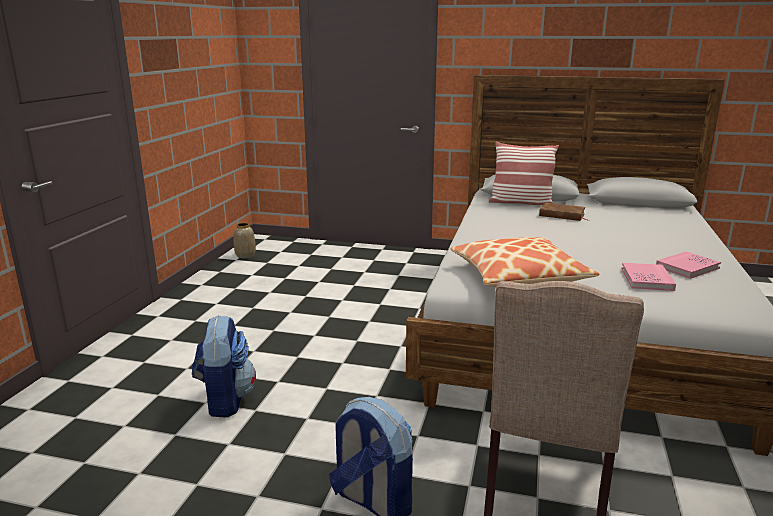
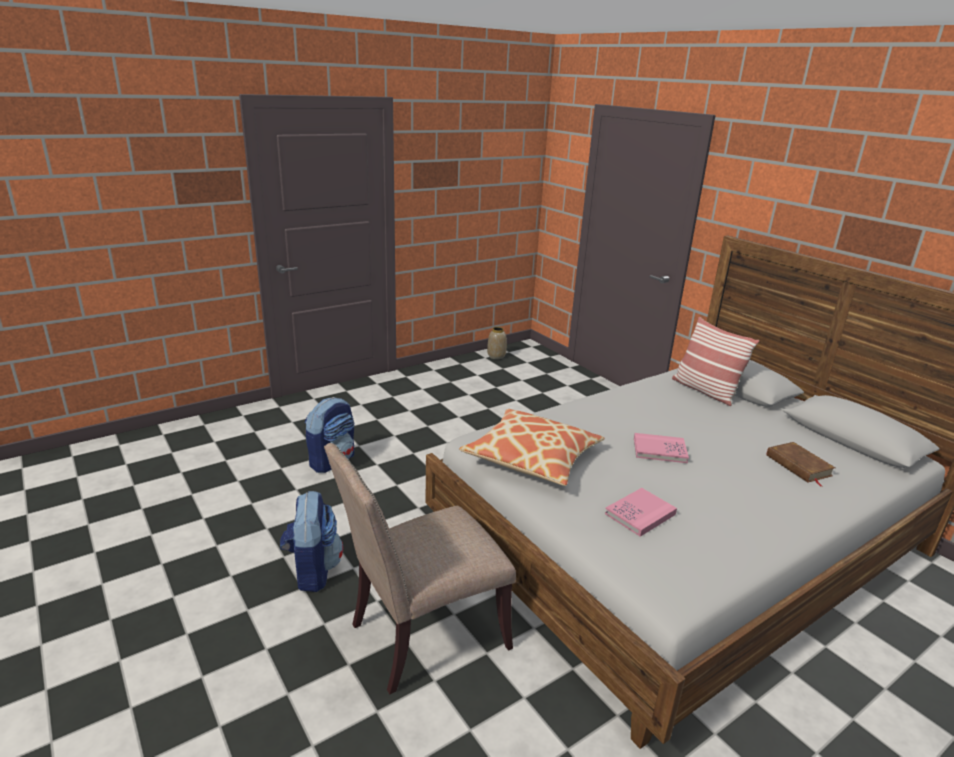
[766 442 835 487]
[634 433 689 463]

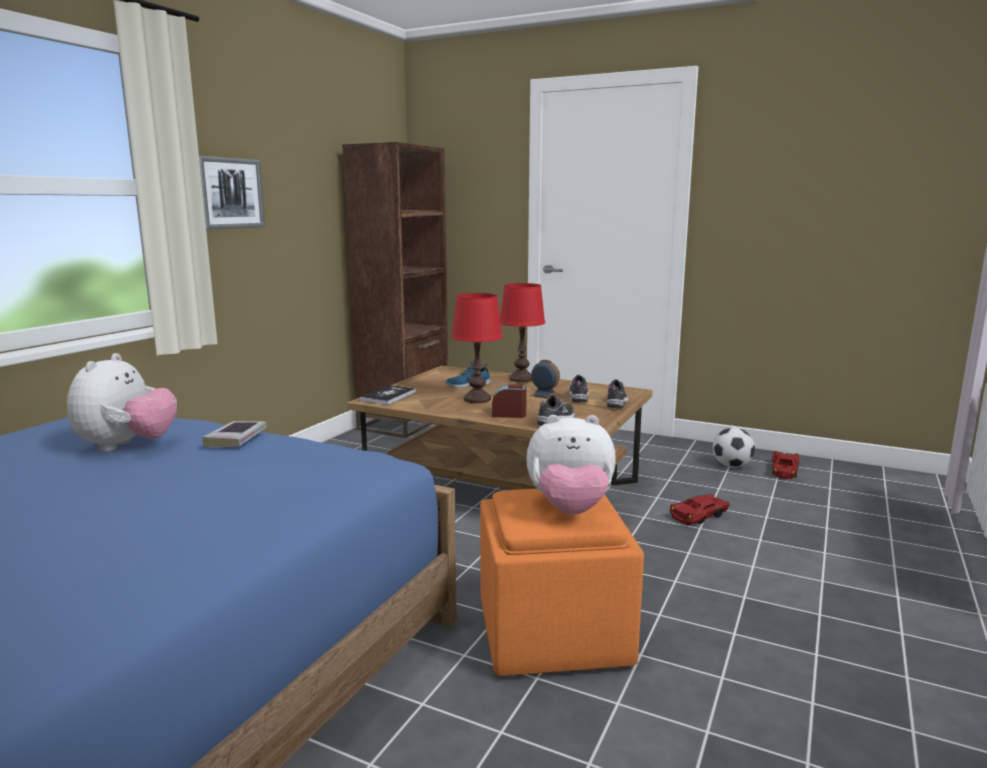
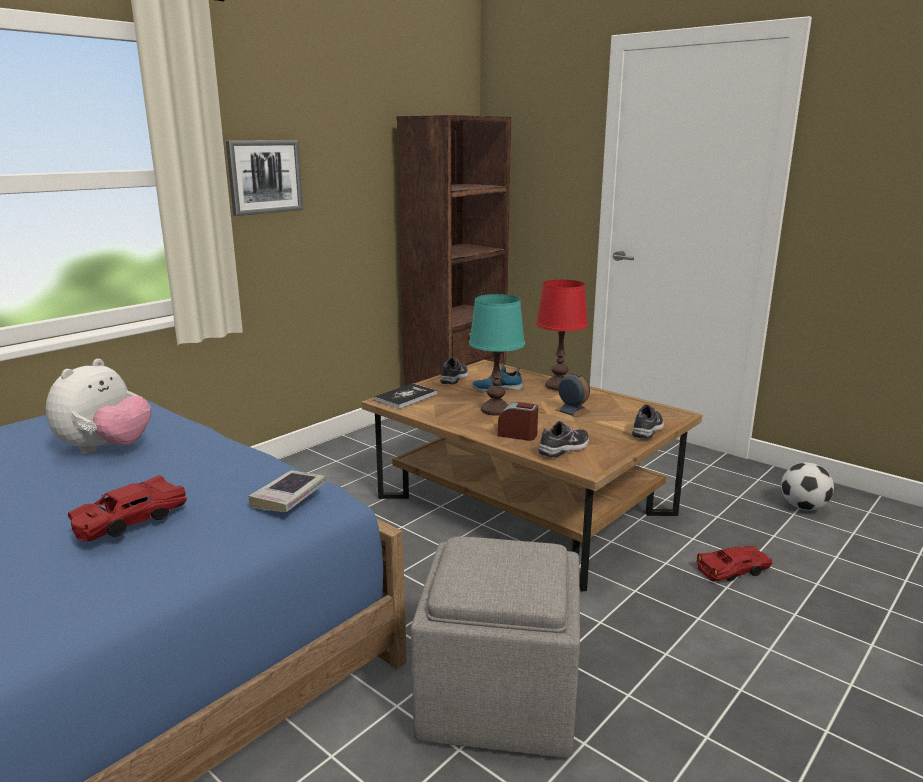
[469 294 525 416]
[440 357 468 384]
[526 415 616 515] (first image)
[248 470 326 512]
[68 475 187 541]
[411 537 580 758]

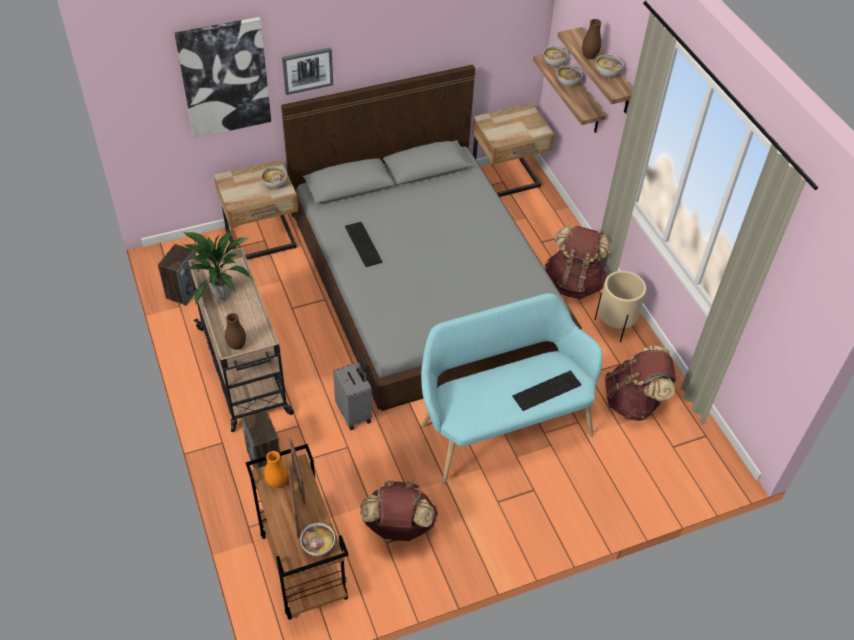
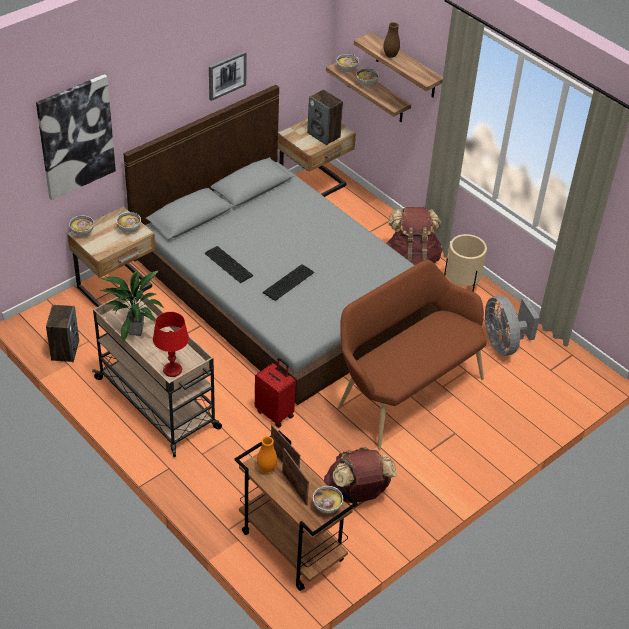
[209 51 246 101]
[69 215 94 236]
[338 260 487 449]
[153 312 189 377]
[485 296 540 356]
[255 358 296 428]
[263 264 314 301]
[307 89 343 145]

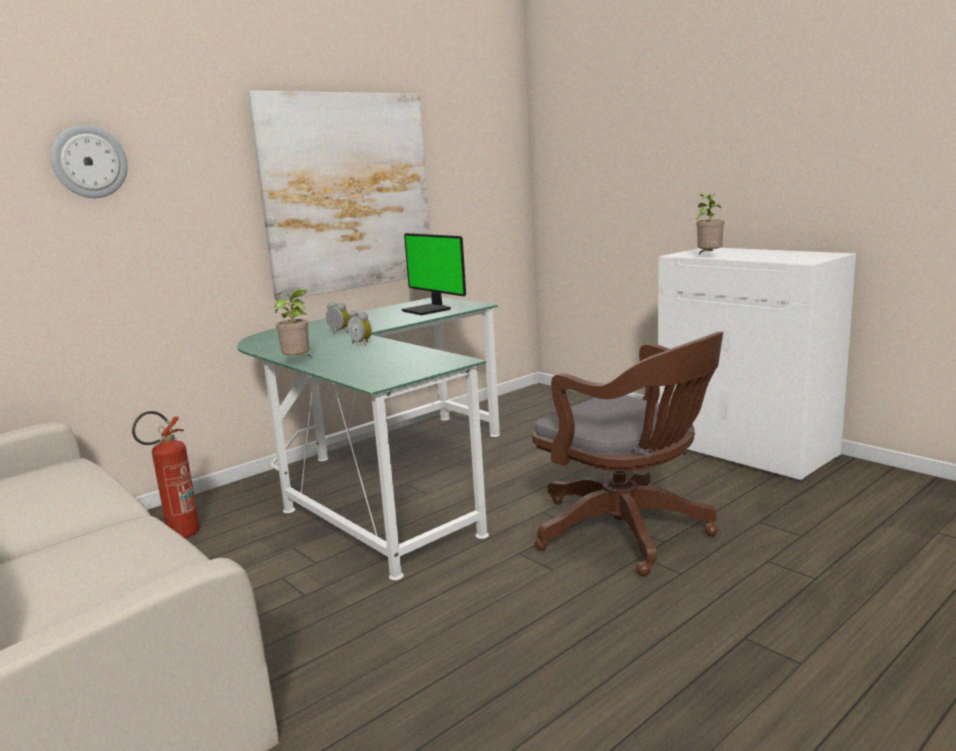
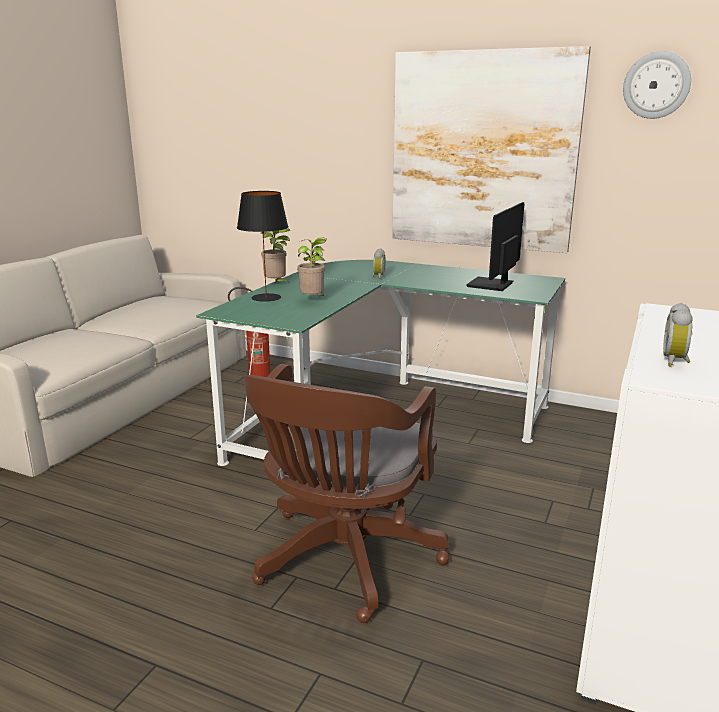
[623 51 691 119]
[298 237 327 298]
[663 303 693 367]
[237 191 288 302]

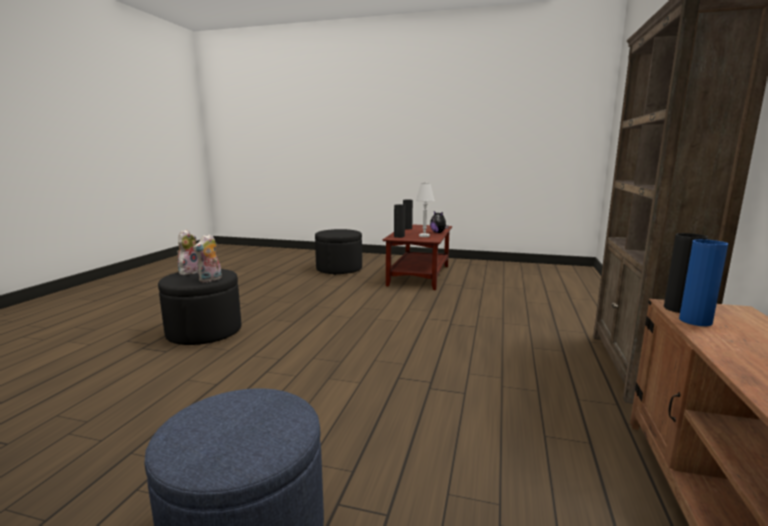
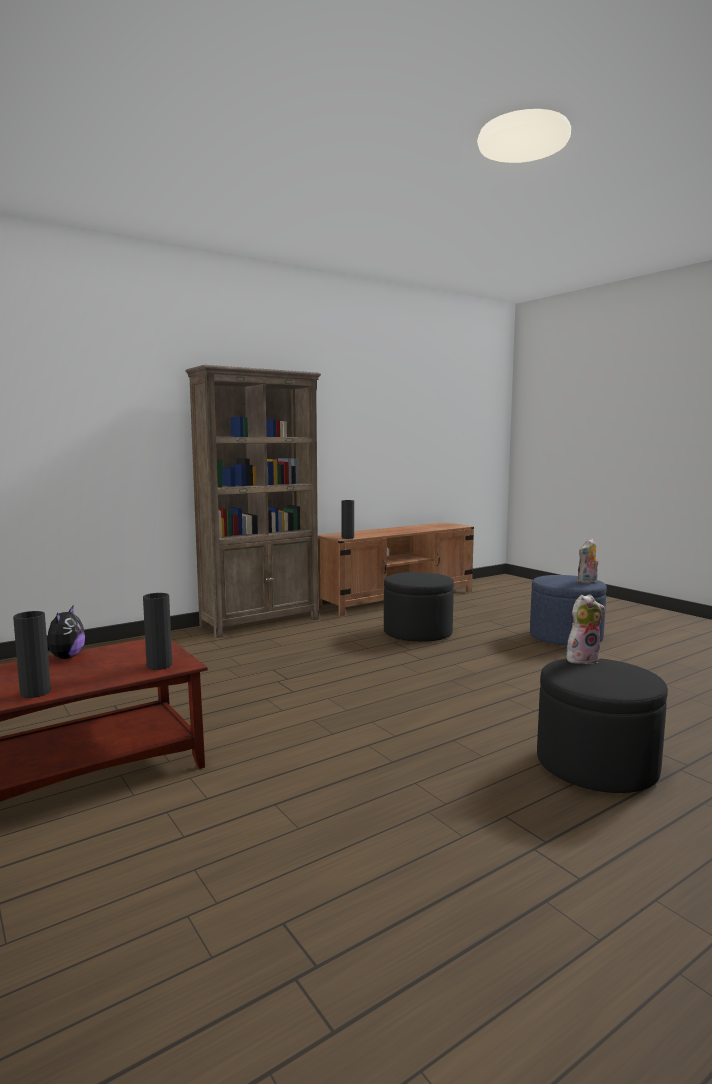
[416 183 435 237] (first image)
[384 572 454 642]
[578 539 599 583]
[679 239 728 326] (first image)

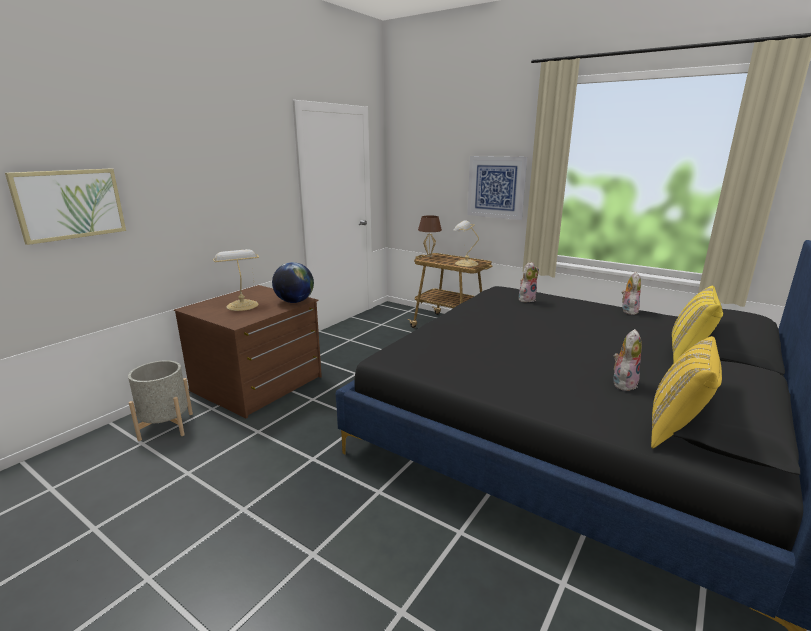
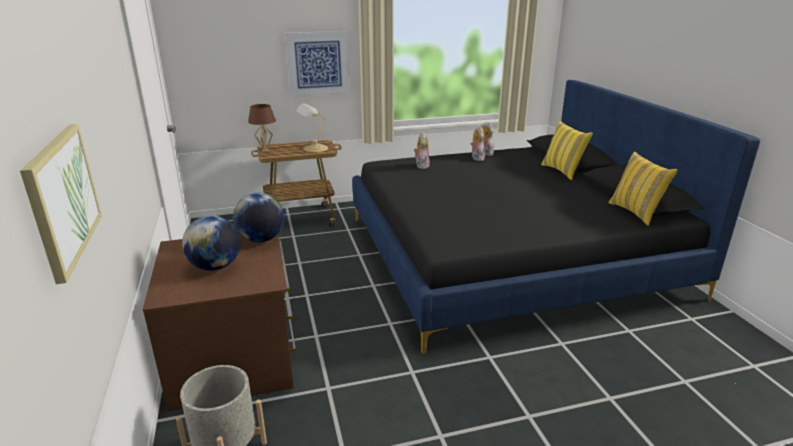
[182 215 240 271]
[471 126 485 161]

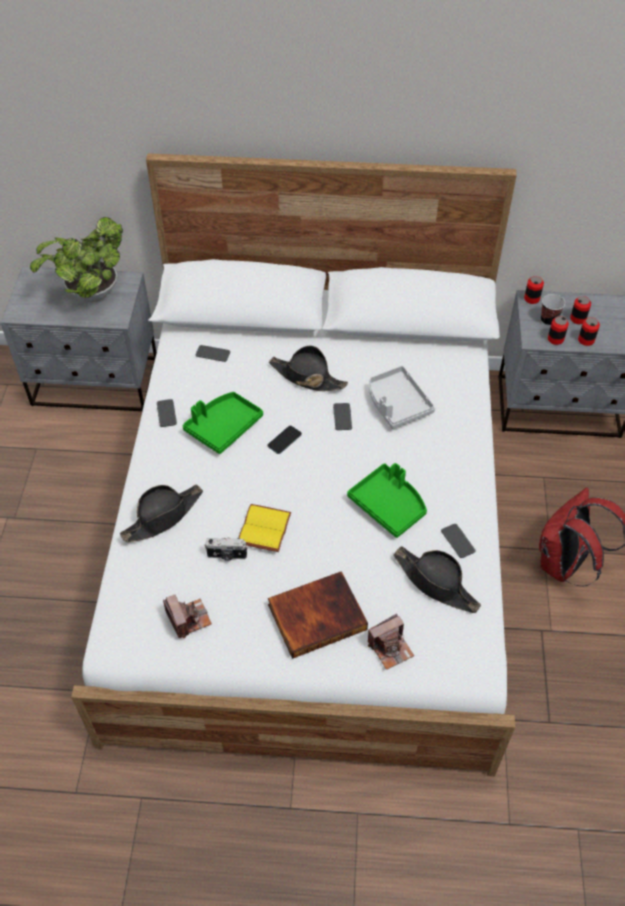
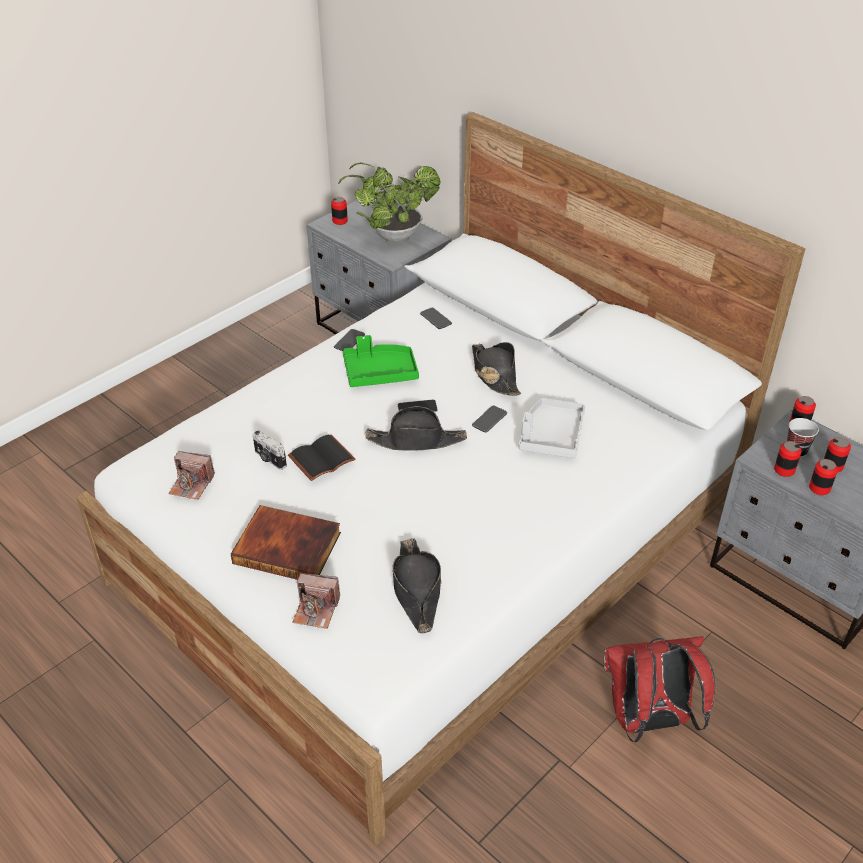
[347 463 427 538] (first image)
[365 406 467 451]
[288 434 355 481]
[441 524 476 558] (first image)
[168 451 215 500]
[331 197 348 225]

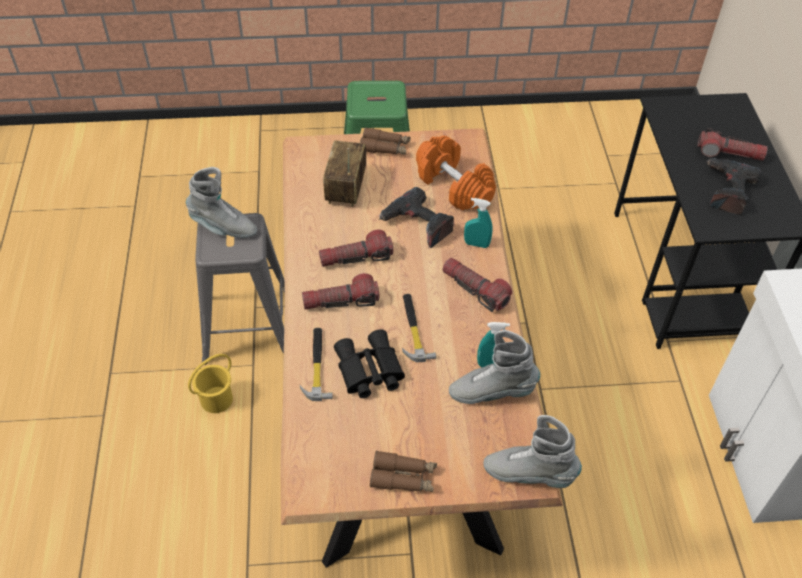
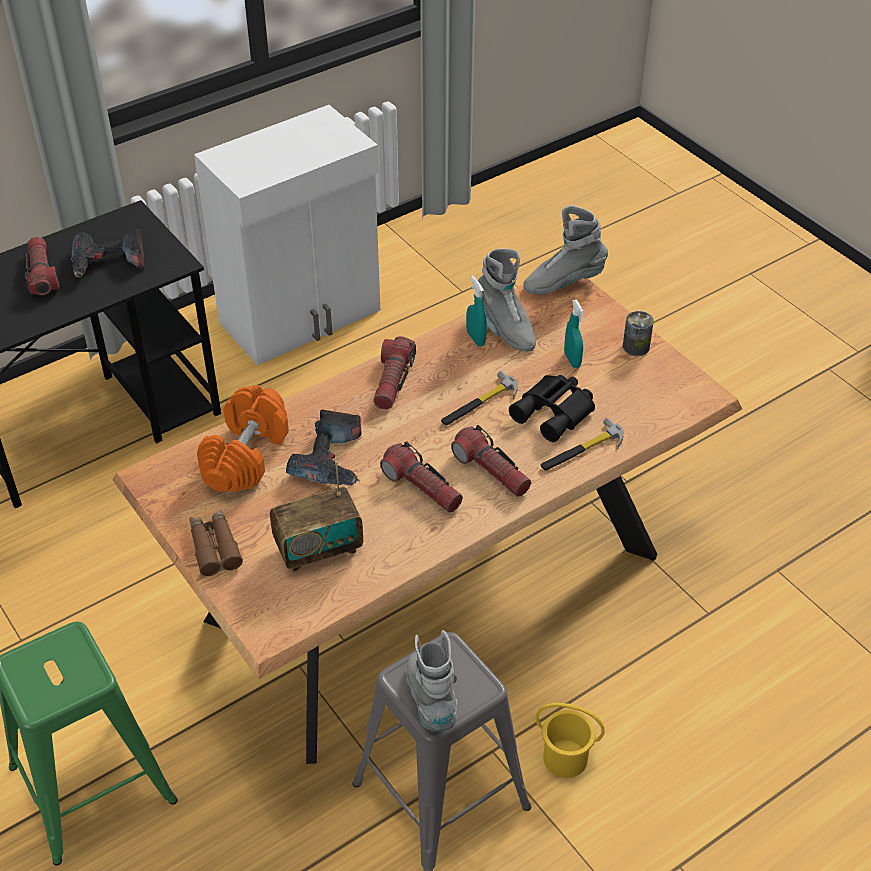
[564 300 584 368]
[523 205 608 294]
[623 311 654 356]

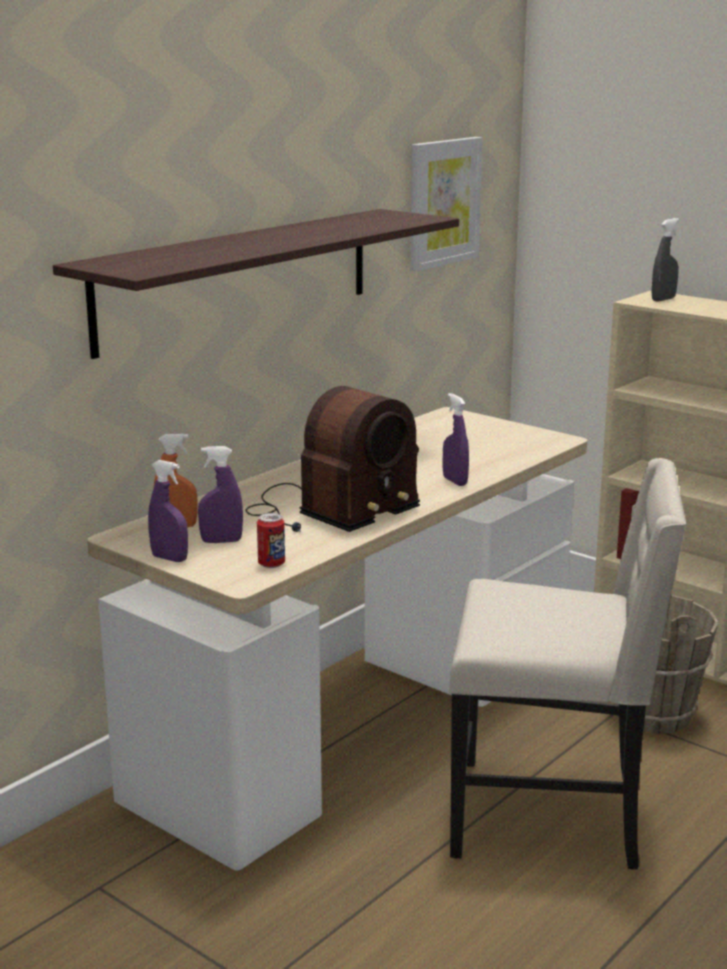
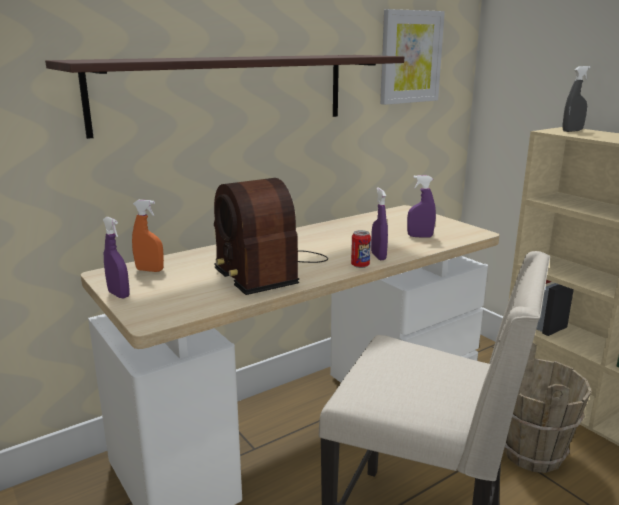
[214 178 328 295]
[407 175 436 238]
[351 230 371 268]

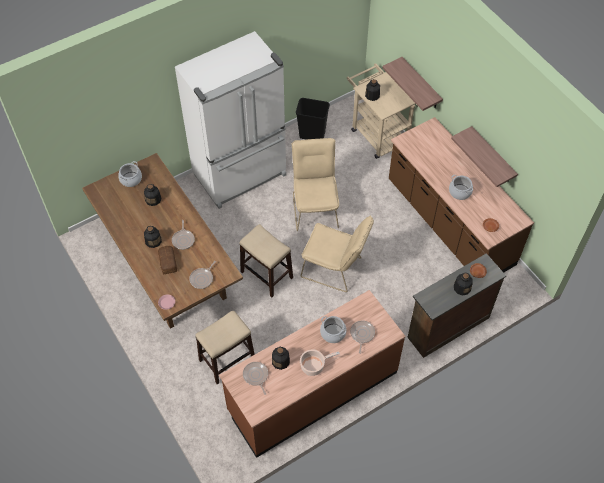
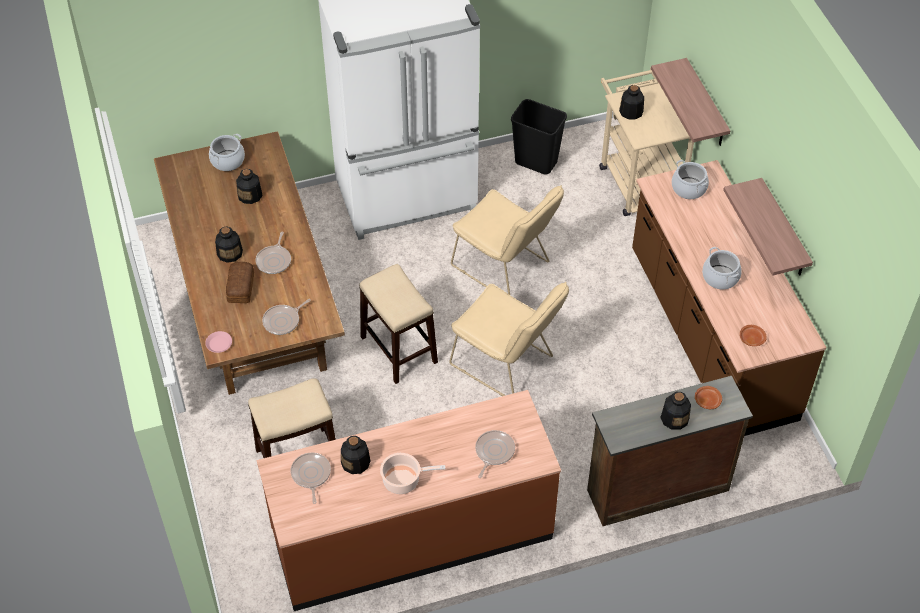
[451 185 564 295]
[672 160 709 199]

